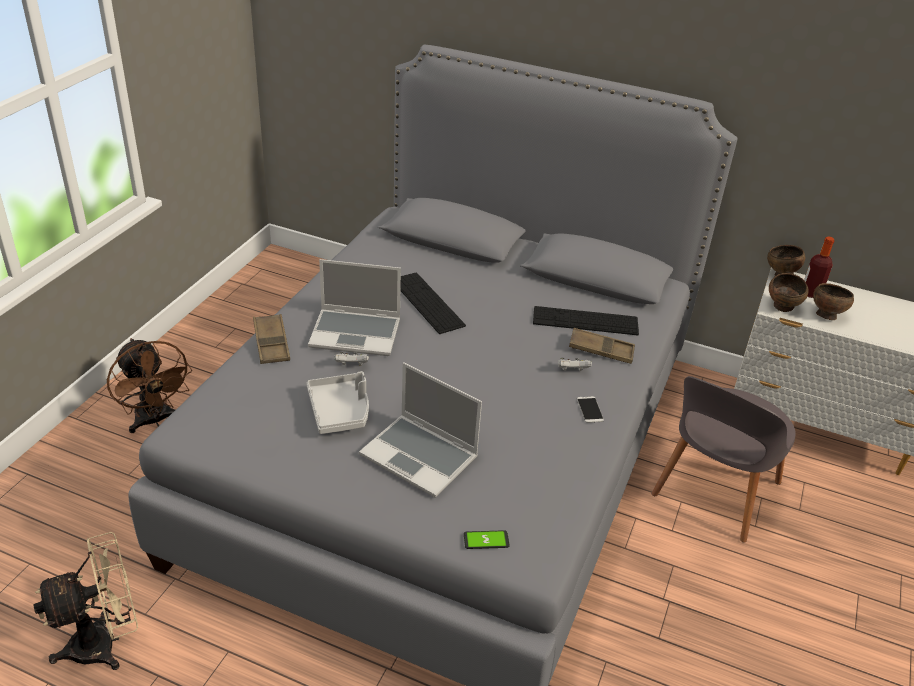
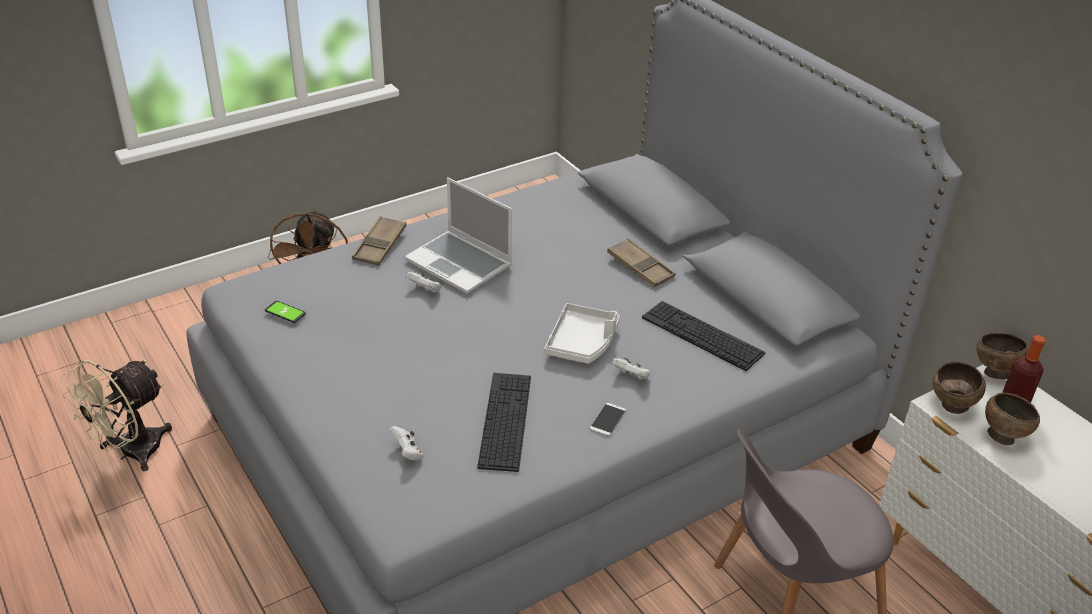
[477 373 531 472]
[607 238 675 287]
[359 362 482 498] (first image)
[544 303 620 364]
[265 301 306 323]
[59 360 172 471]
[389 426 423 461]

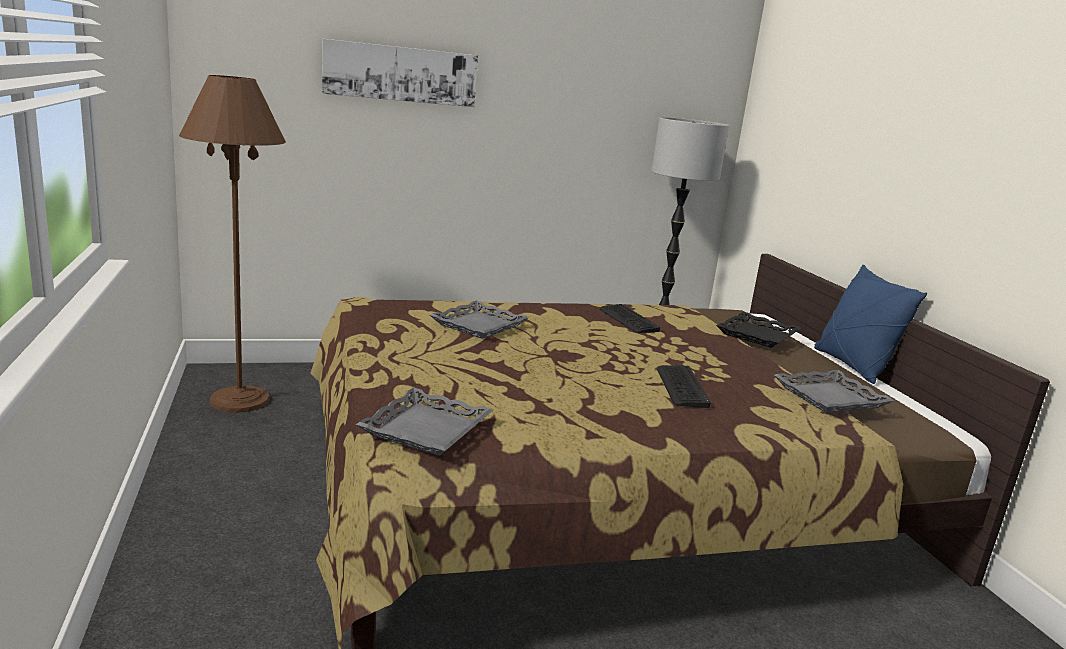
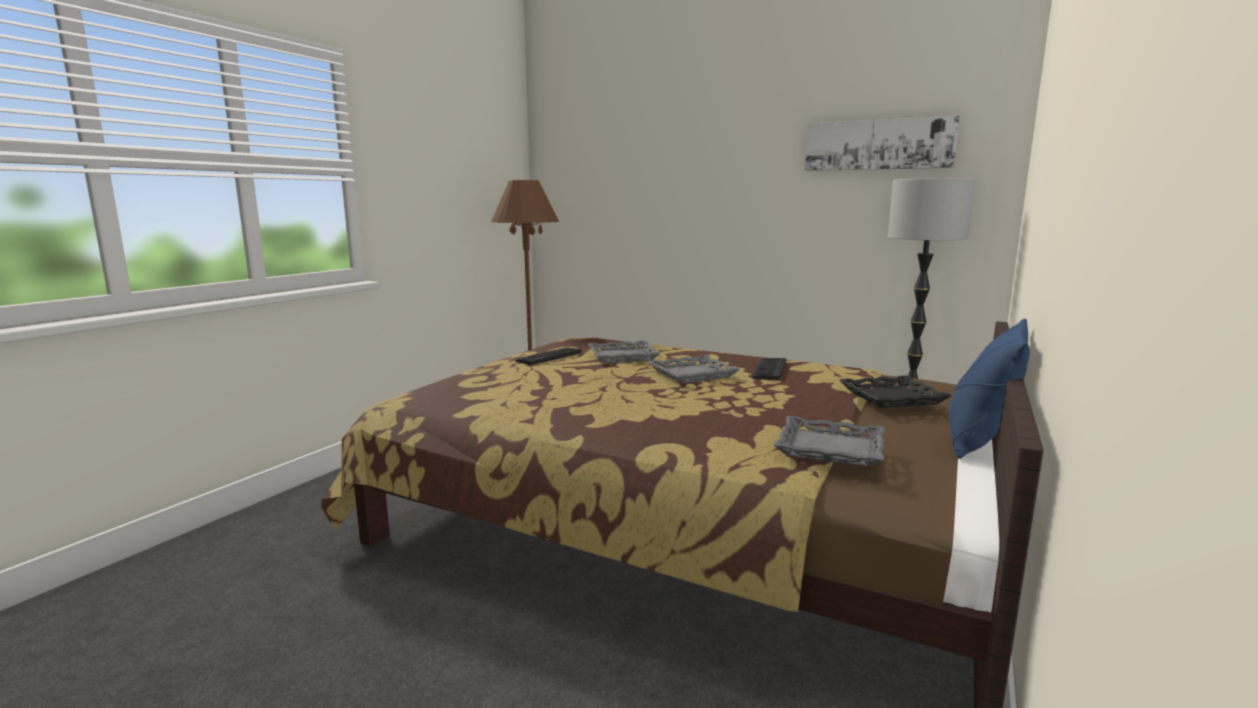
[805 116 960 171]
[515 347 581 365]
[648 355 740 384]

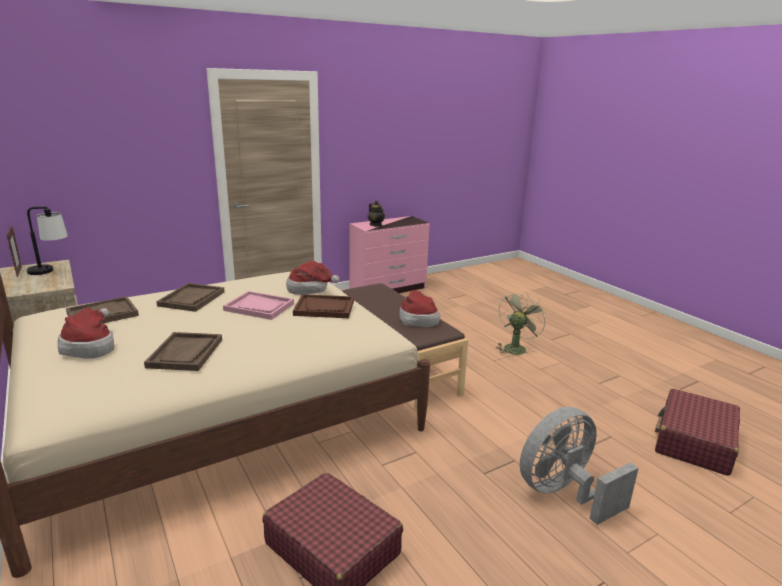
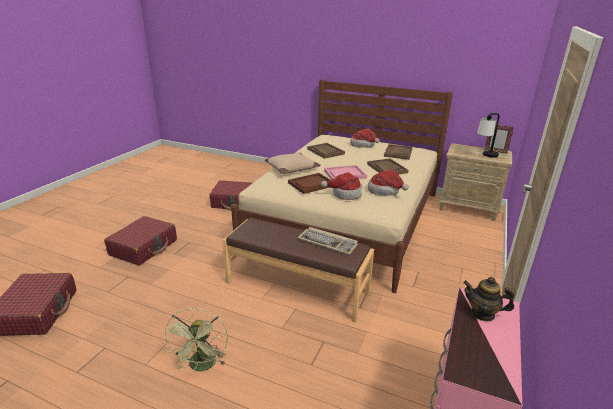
[368 169 409 196]
[104 216 177 266]
[265 153 321 174]
[297 227 358 255]

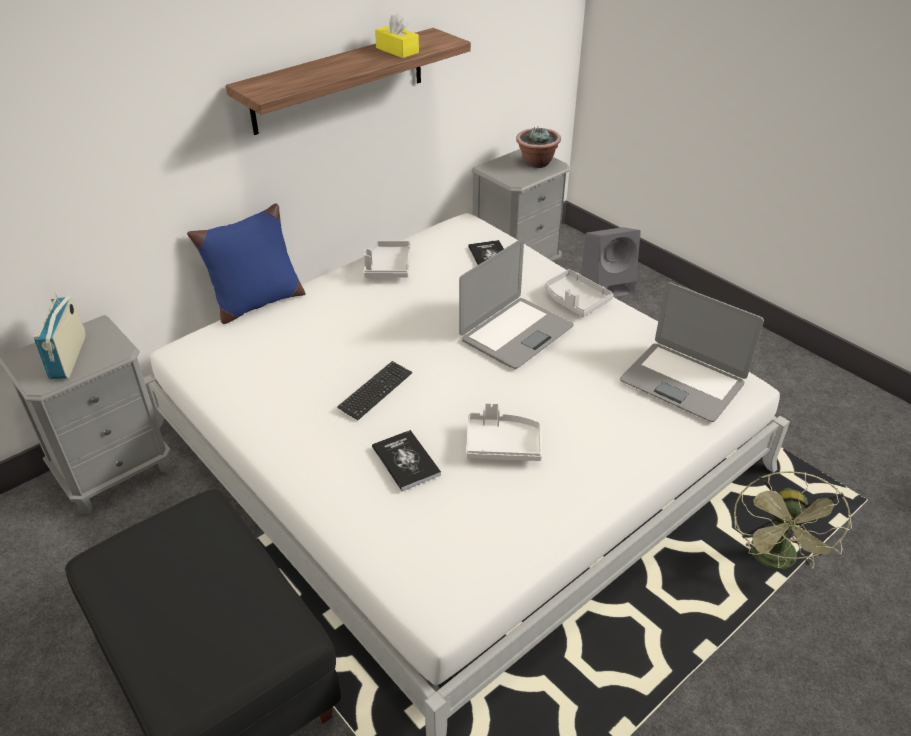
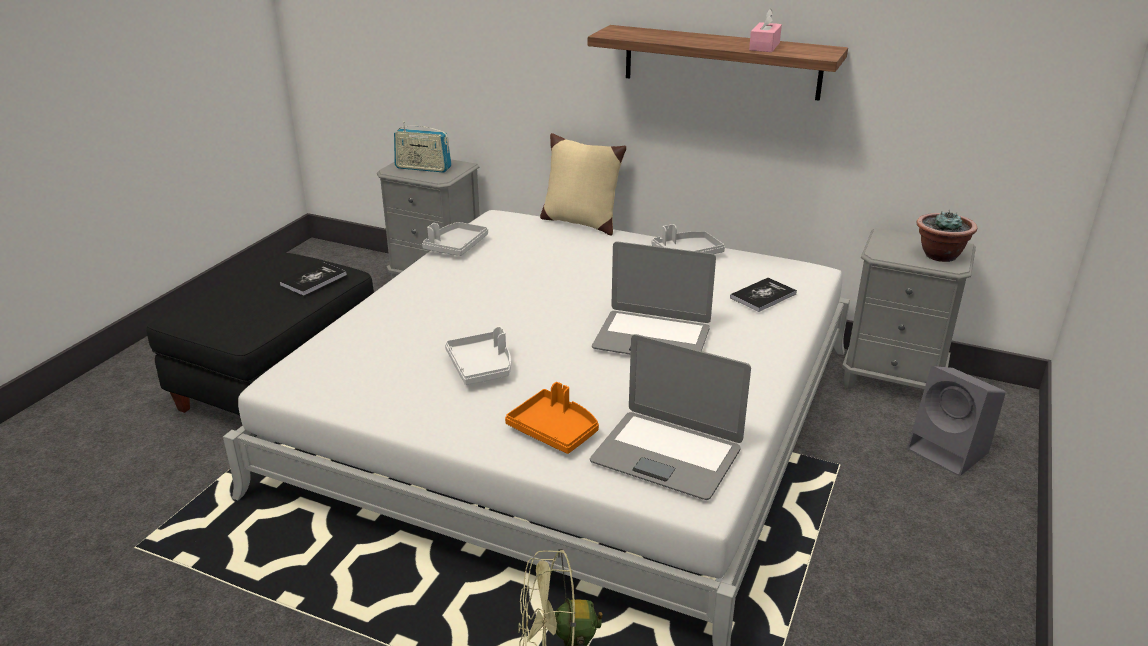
[749 9 782 52]
[540 133 626 236]
[422 222 488 256]
[590 334 751 500]
[394 121 452 173]
[337 361 412 420] (first image)
[280 262 347 296]
[505 382 599 454]

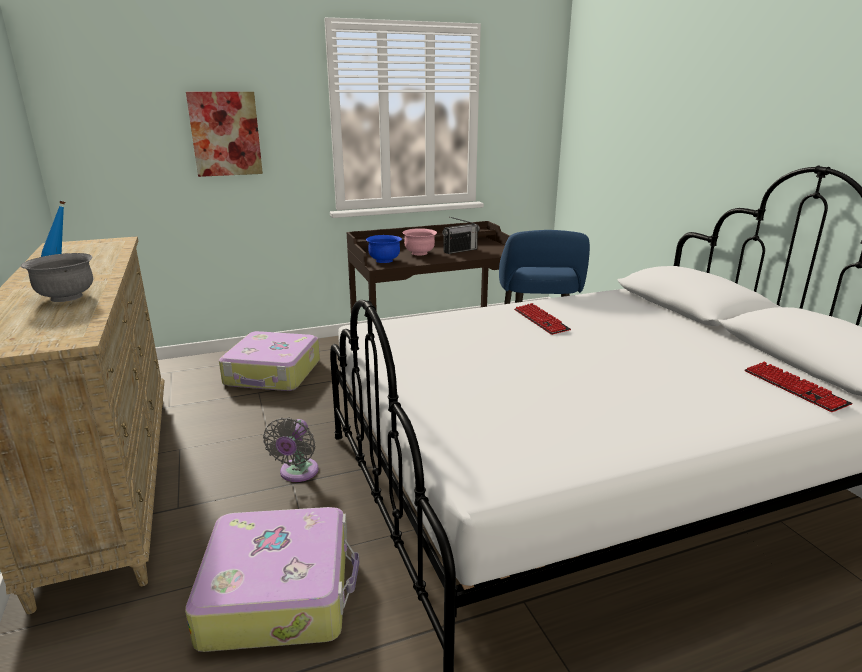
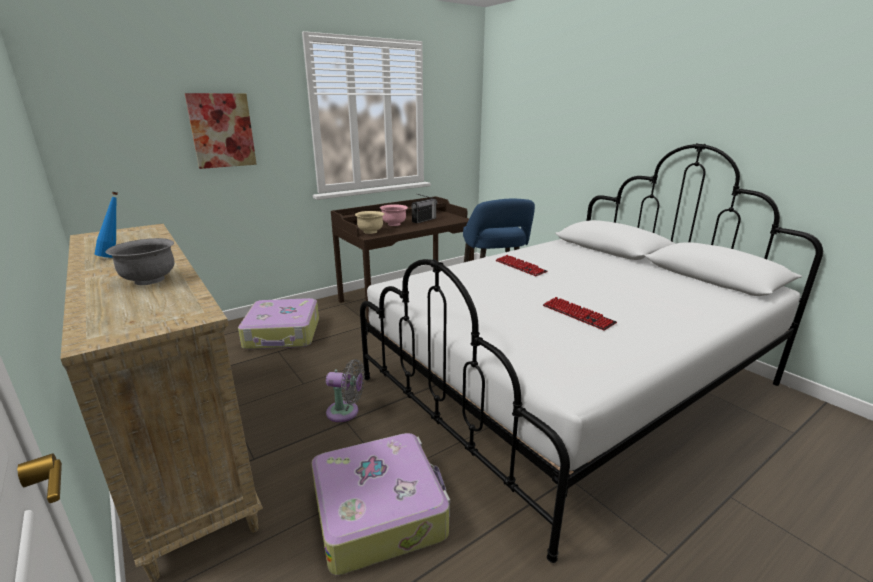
[355 211 384 234]
[543 297 617 331]
[326 359 365 422]

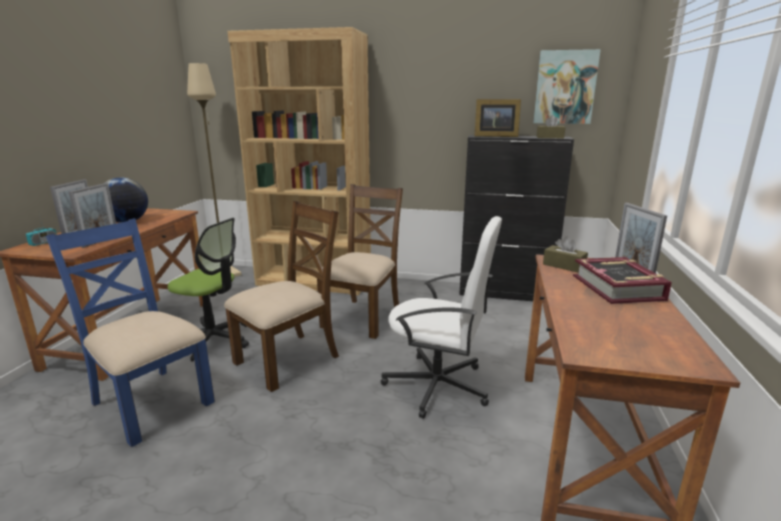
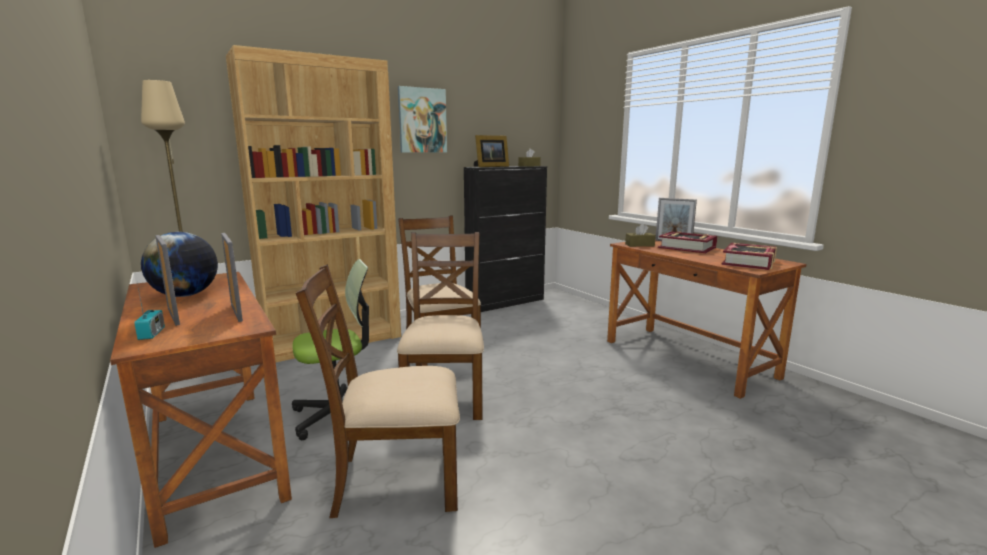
[398 86 447 153]
[381 216 502 419] (first image)
[296 264 460 518]
[722 243 777 270]

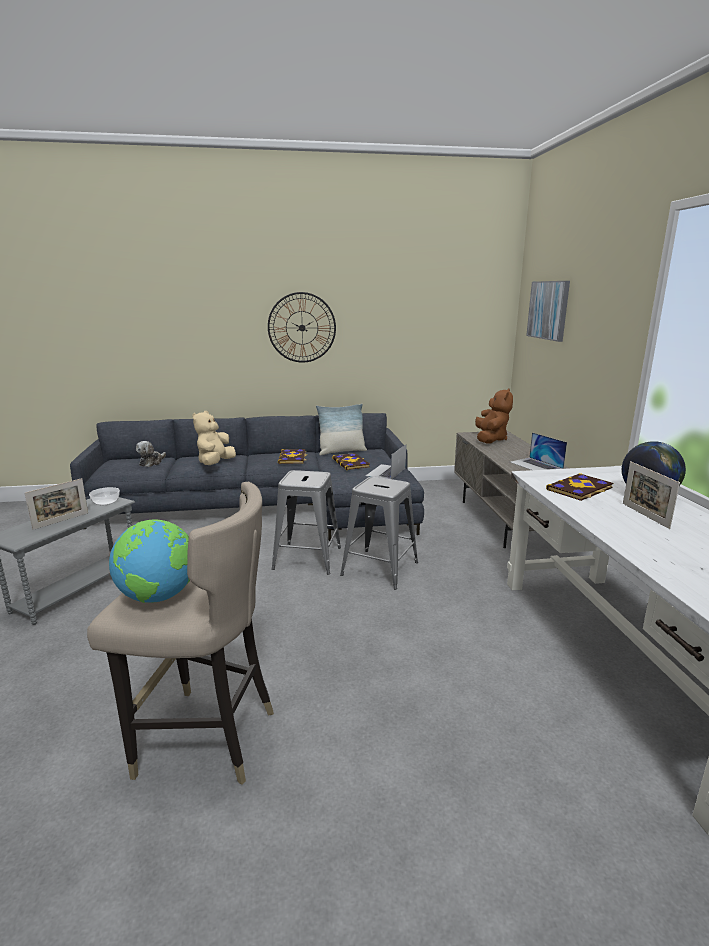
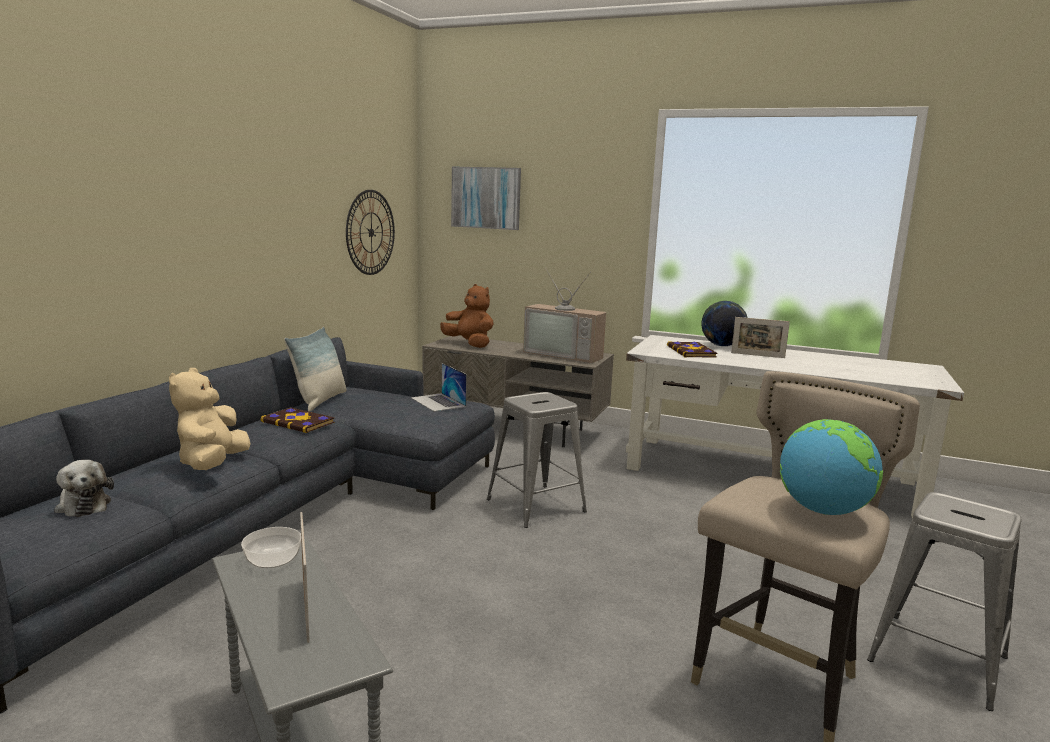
[346 190 395 275]
[169 368 251 470]
[523 267 606 363]
[332 453 370 470] (first image)
[867 492 1021 711]

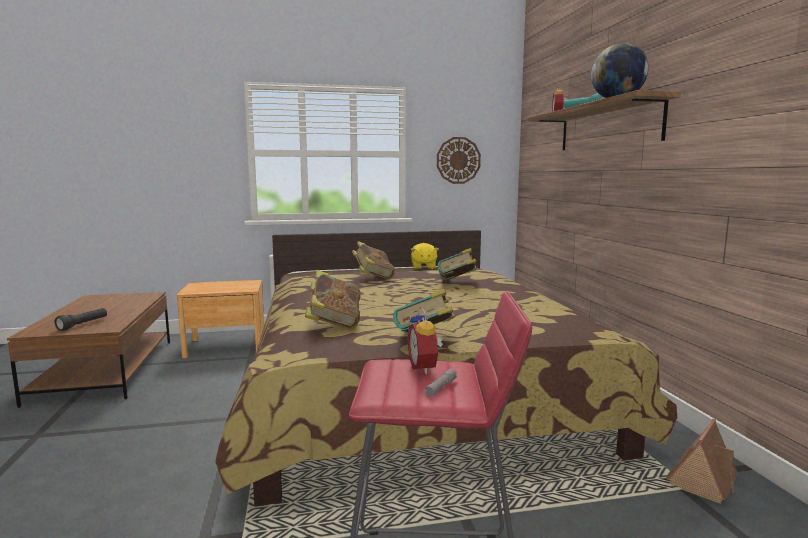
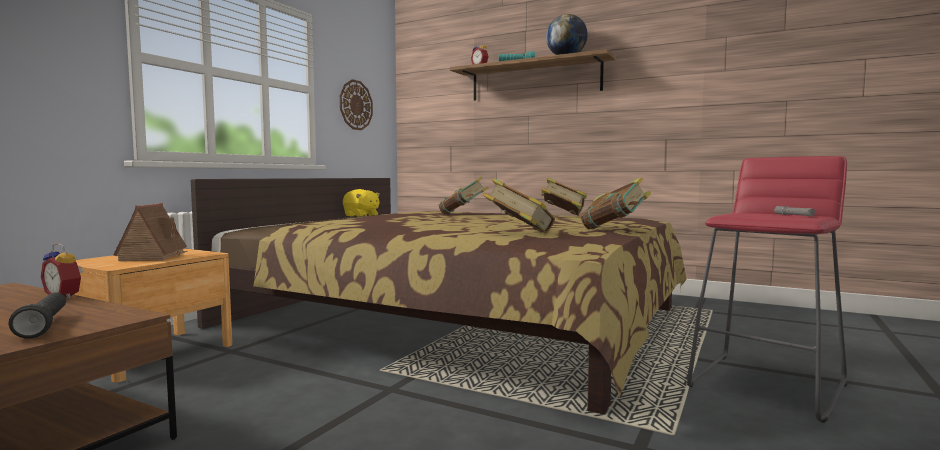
[541 178 587 216]
[41 243 84 299]
[113 203 188 261]

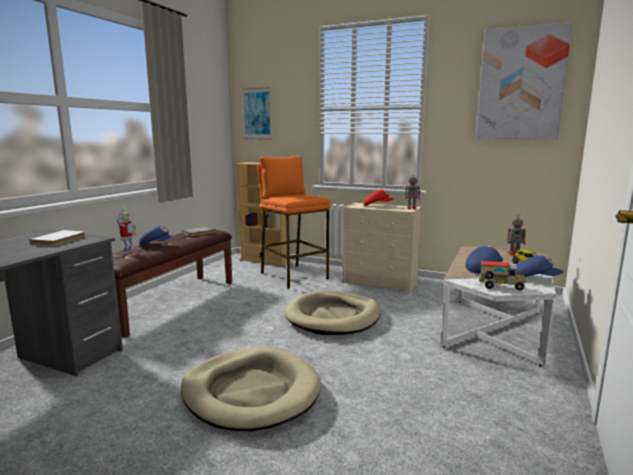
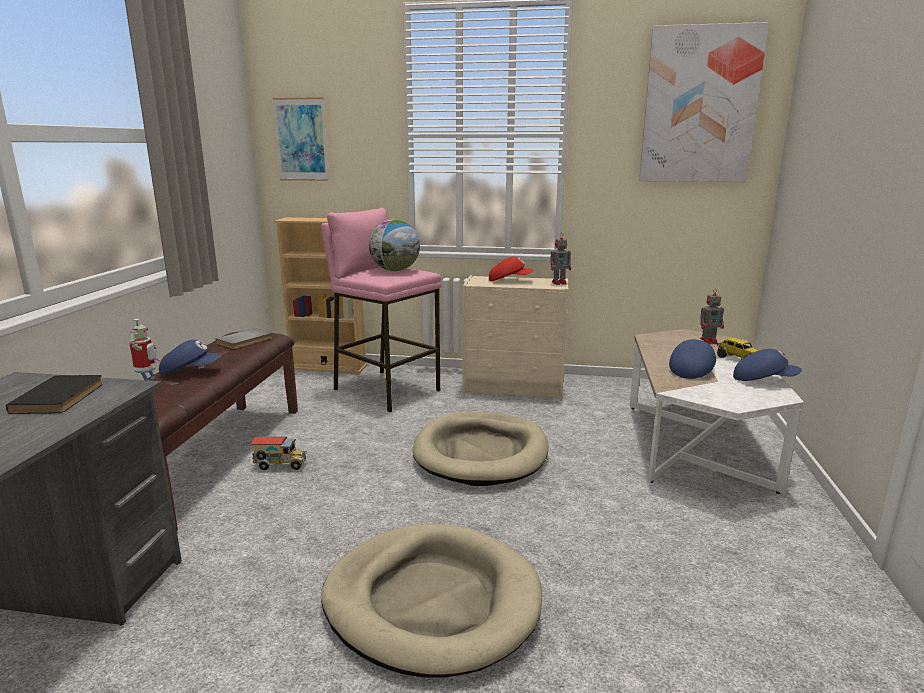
[321 208 441 413]
[6 375 103 414]
[251 437 307 470]
[369 220 420 271]

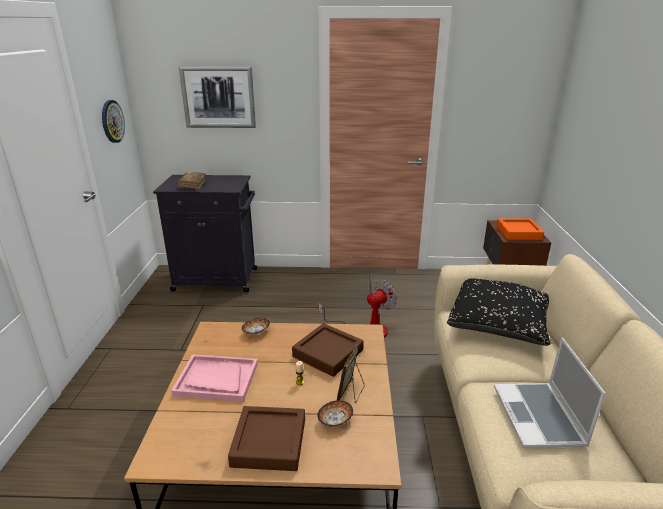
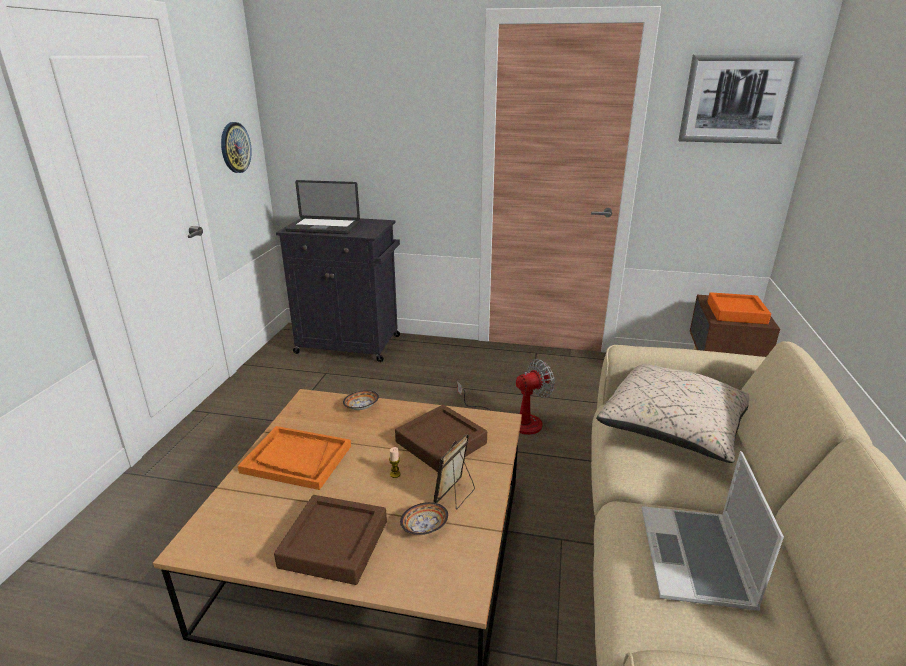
[678 54 804 144]
[285 180 360 234]
[596 364 749 463]
[238 426 351 490]

